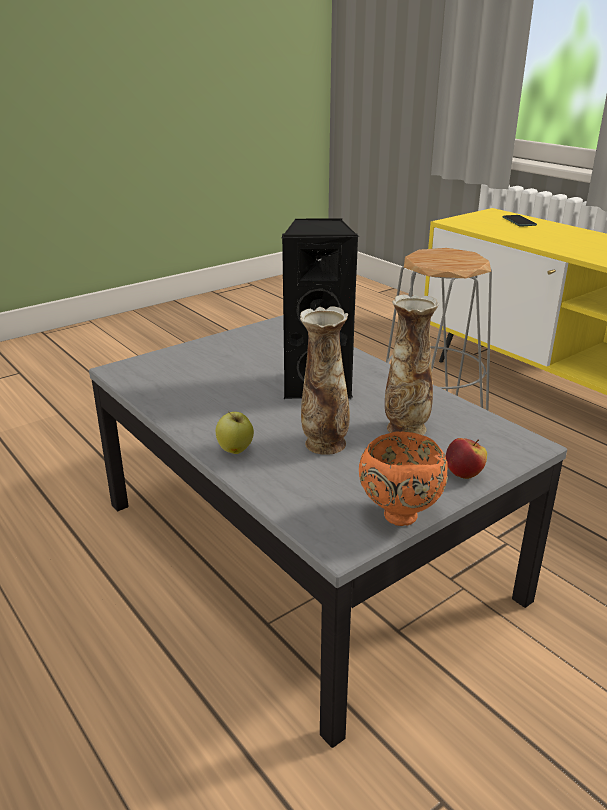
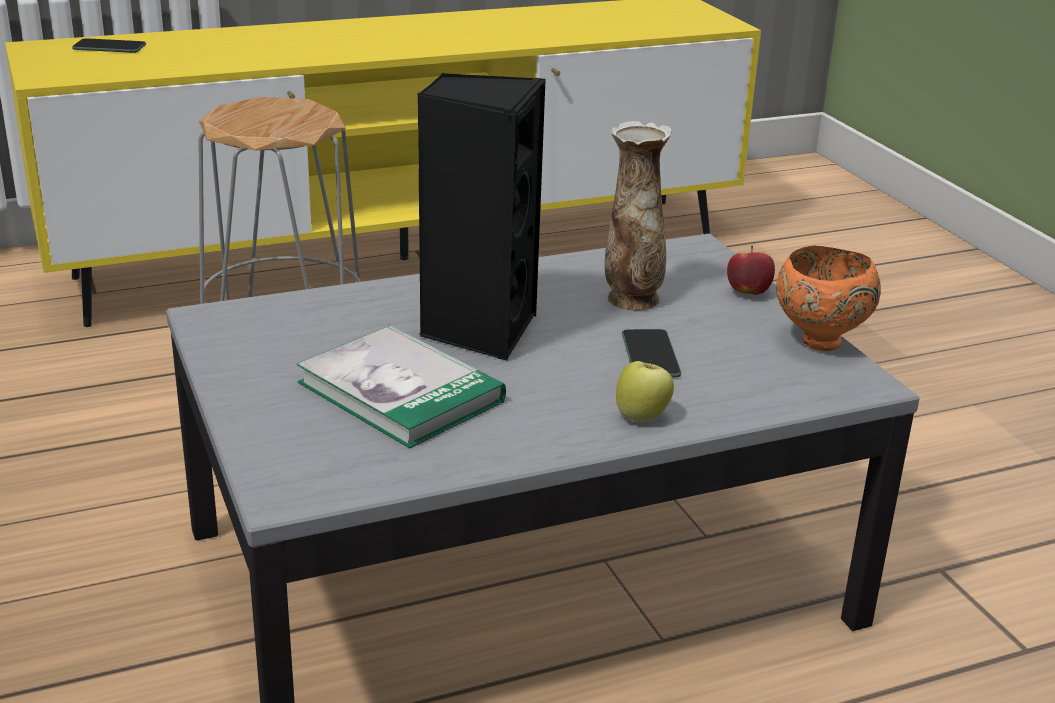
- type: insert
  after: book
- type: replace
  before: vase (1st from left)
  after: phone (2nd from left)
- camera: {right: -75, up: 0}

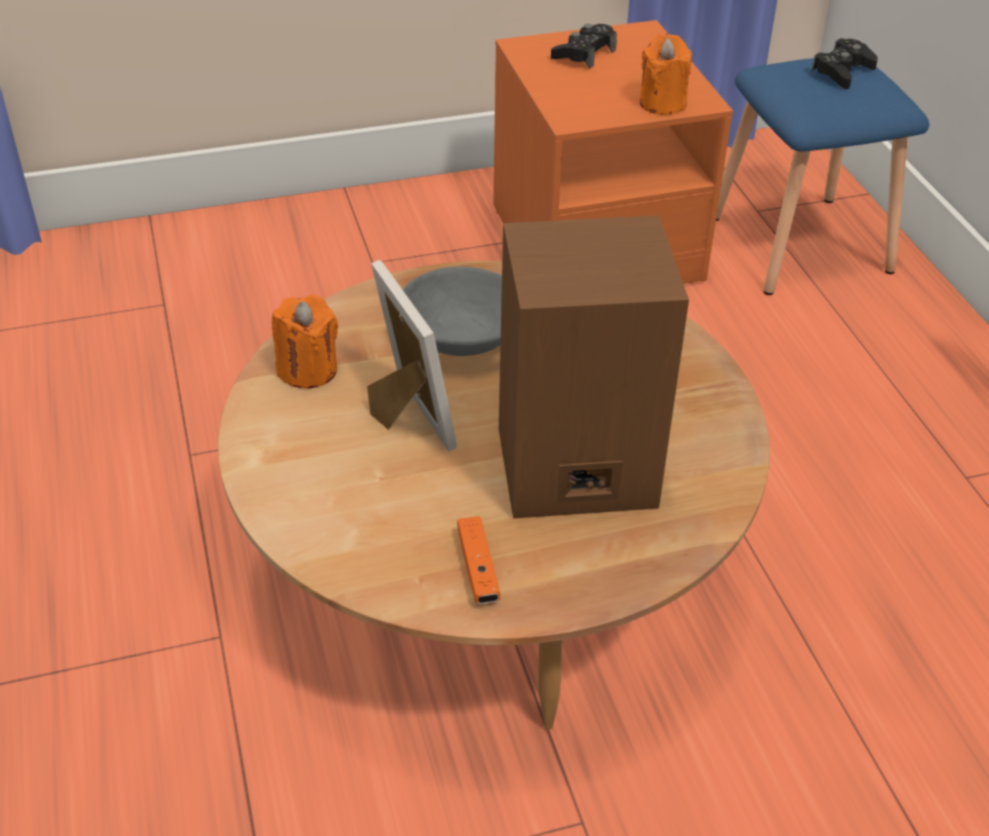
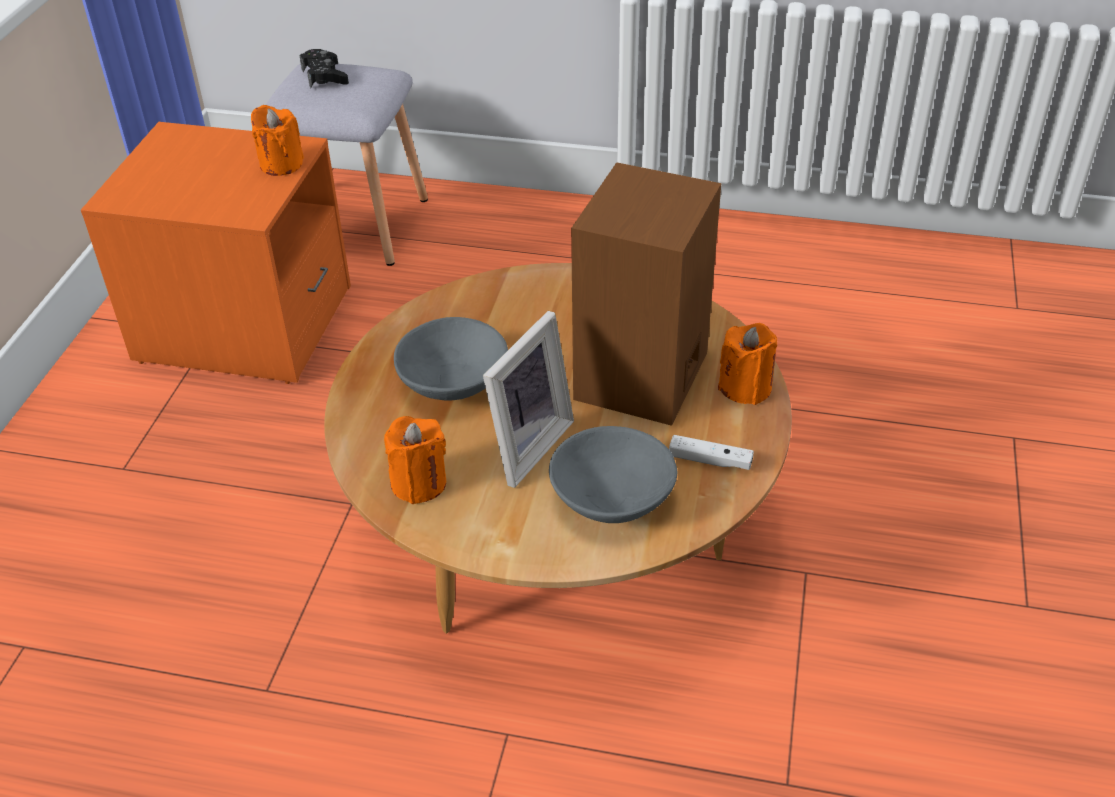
- type: recolor
  before: blue stool
  after: grey stool
- type: rotate
  before: picture frame
  turn: 120
- type: insert
  after: grey bowl (2nd from left)
- type: recolor
  before: orange game controller
  after: white game controller
- type: insert
  after: orange candle (3rd from left)
- type: delete
  before: black game controller (1st from left)
- camera: {right: -60, up: 0}

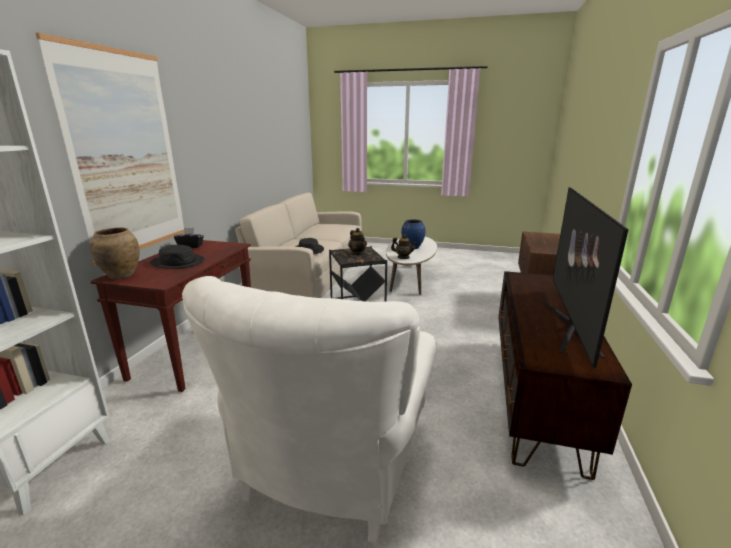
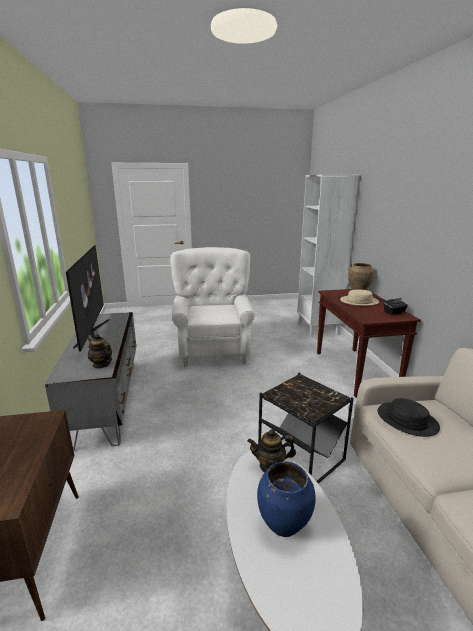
- type: recolor
  before: brown tv stand
  after: grey tv stand
- type: move
  before: teapot (1st from left)
- type: recolor
  before: black hat (1st from left)
  after: beige hat
- type: delete
  before: picture
- camera: {right: 155, up: 0}

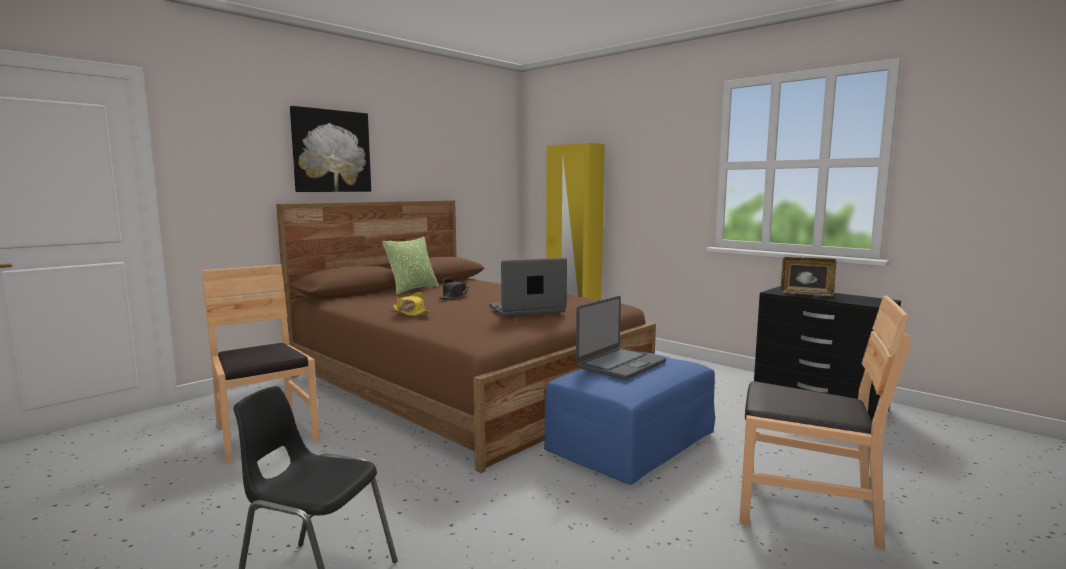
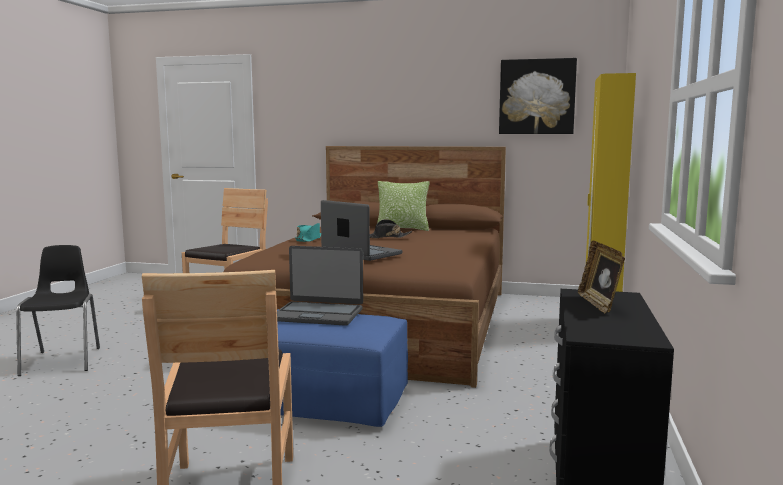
- type: recolor
  before: yellow hat
  after: turquoise hat
- type: move
  before: picture
- camera: {right: 60, up: 0}

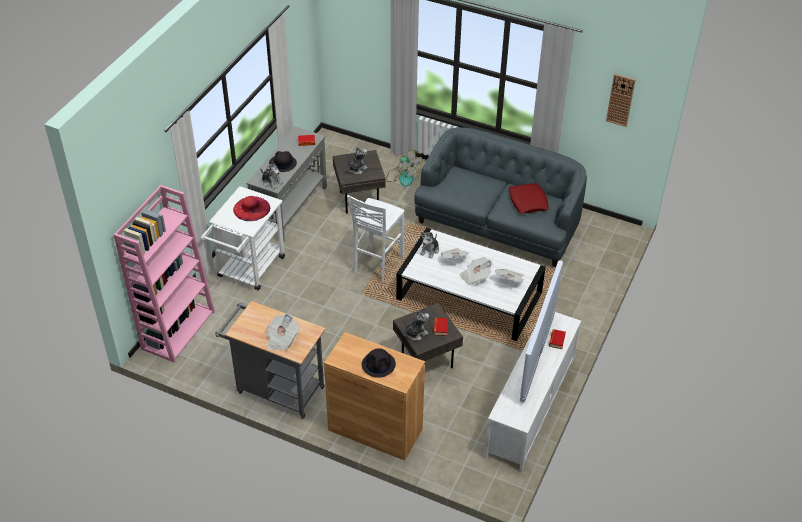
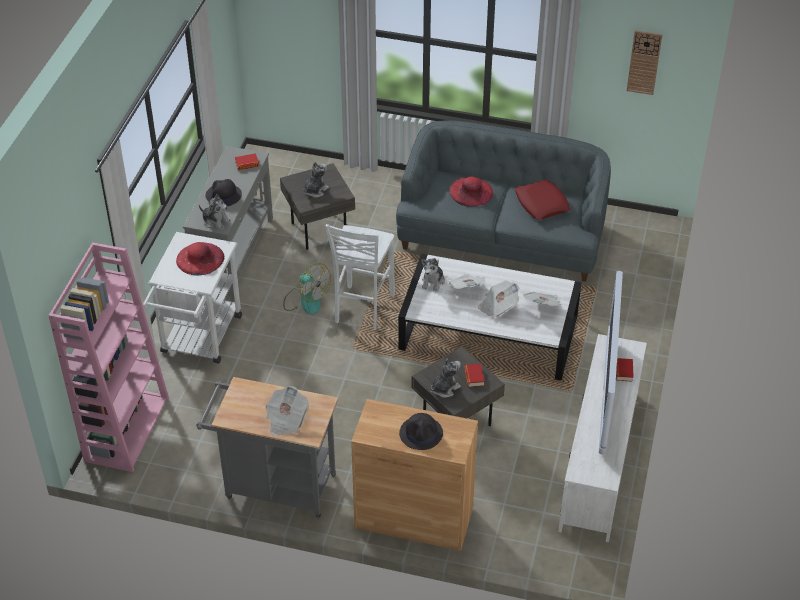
- type: move
  before: fan
- type: insert
  after: red hat (2nd from left)
- camera: {right: -10, up: 0}

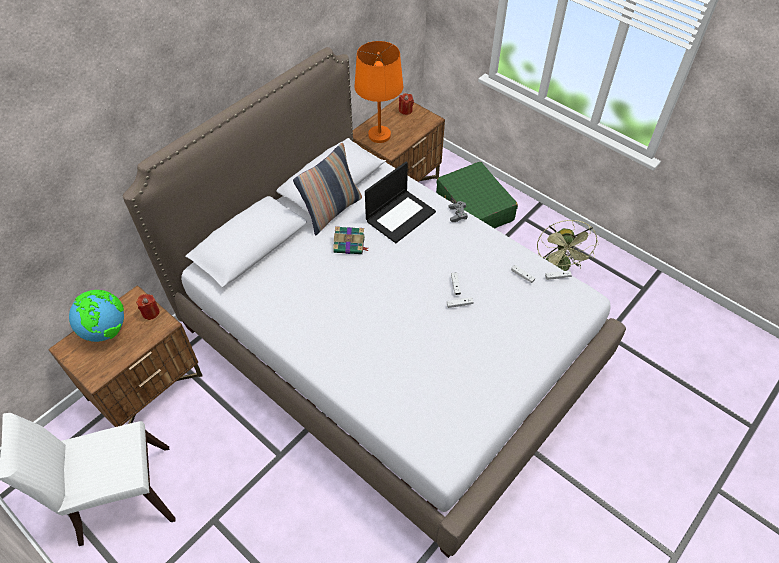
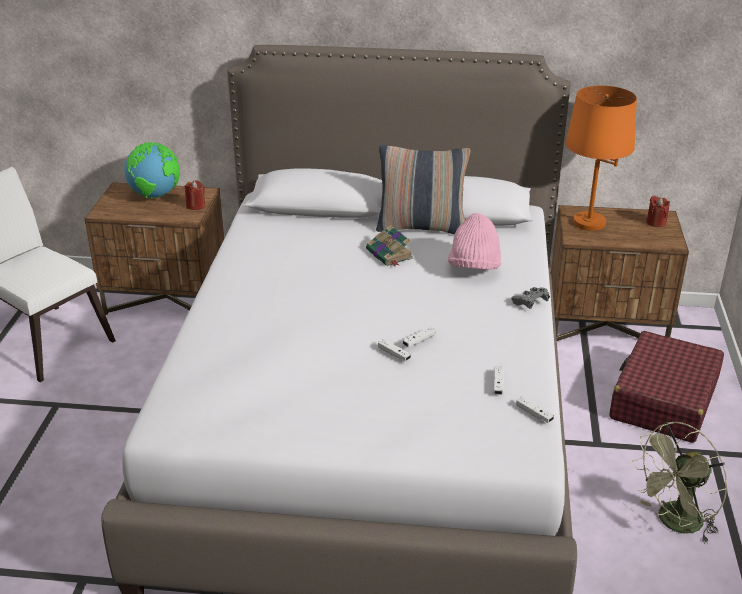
- type: replace
  before: laptop
  after: pink hat
- type: recolor
  before: green suitcase
  after: red suitcase
- camera: {right: 55, up: -20}

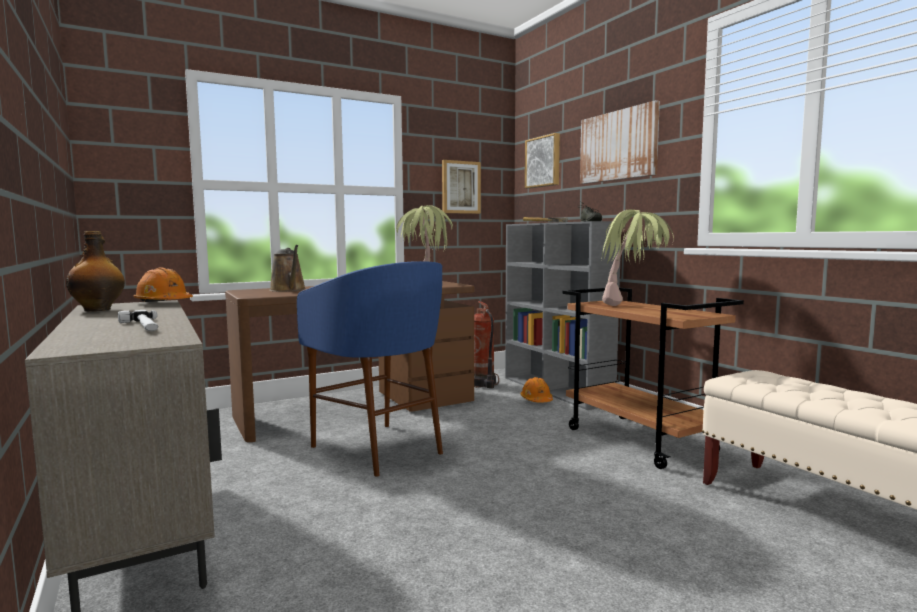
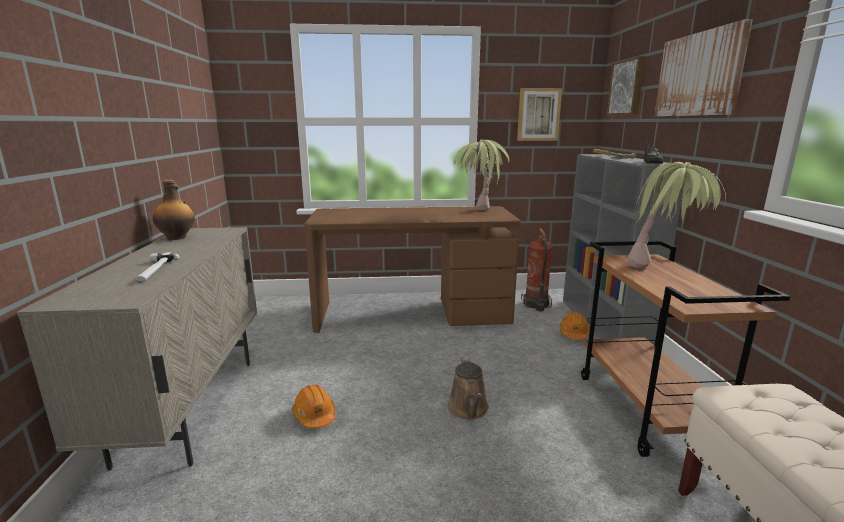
- type: move
  before: orange hard hat (1st from left)
- type: move
  before: brown watering can
- type: delete
  before: blue stool
- camera: {right: 25, up: 10}

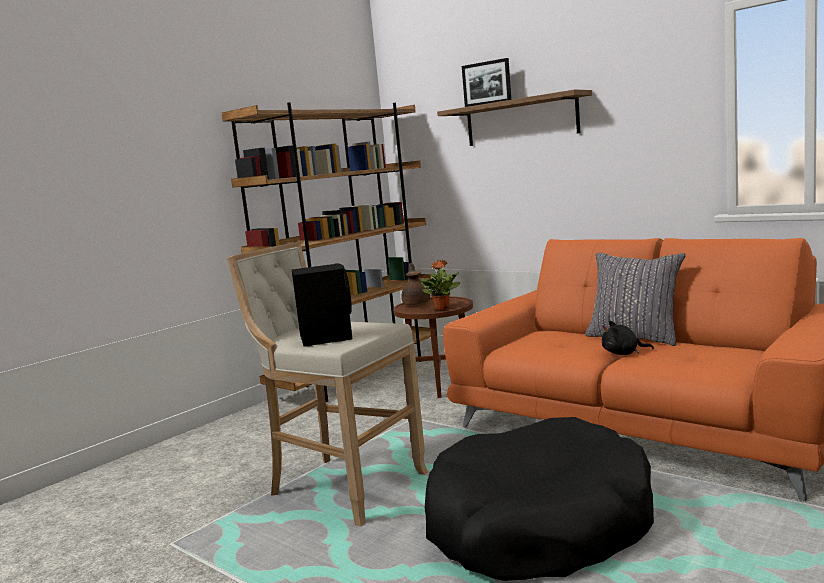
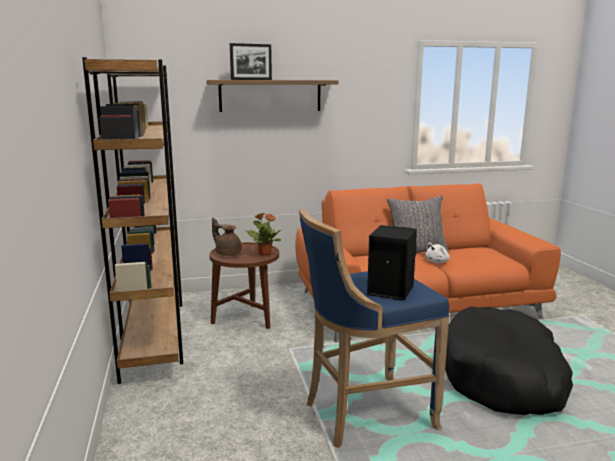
- type: recolor
  before: beige stool
  after: blue stool
- type: recolor
  before: black plush toy
  after: white plush toy
- camera: {right: -55, up: 5}

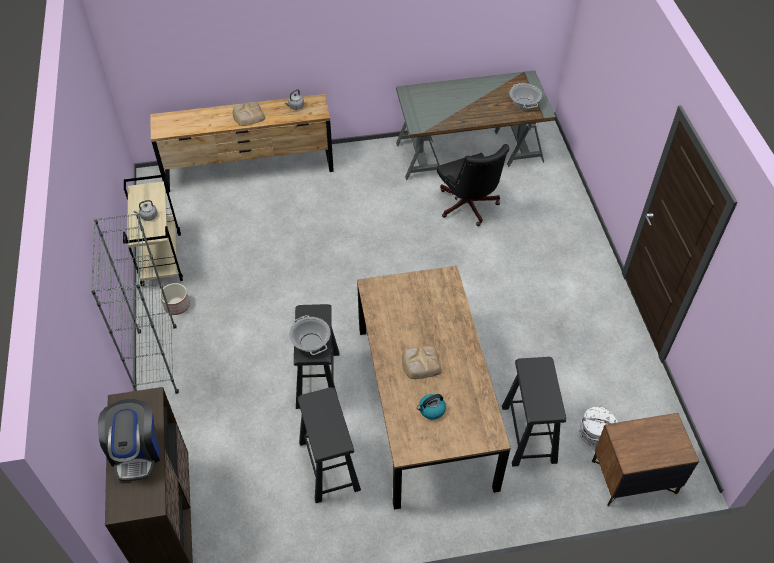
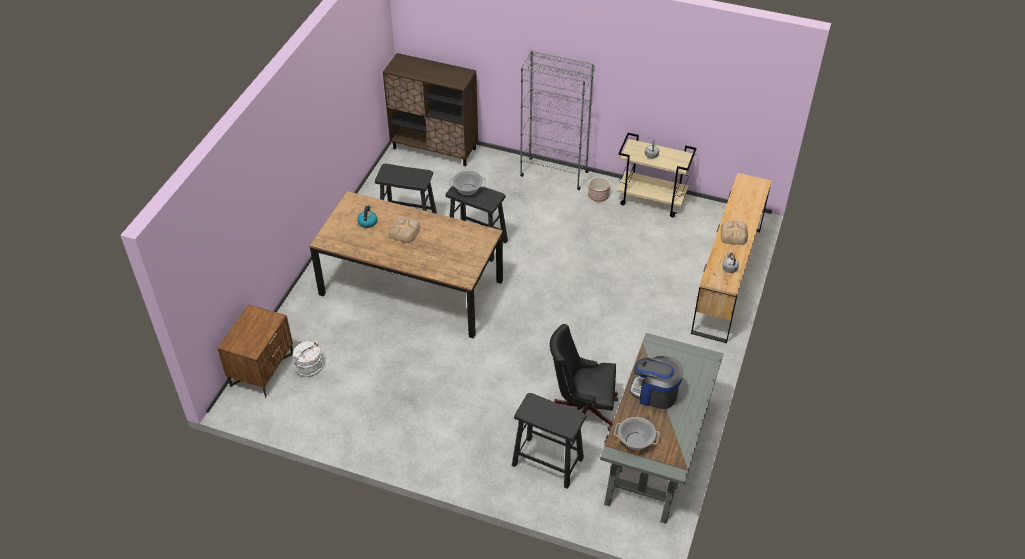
- type: move
  before: black stool (3rd from left)
- type: move
  before: coffee machine
- camera: {right: 120, up: -5}

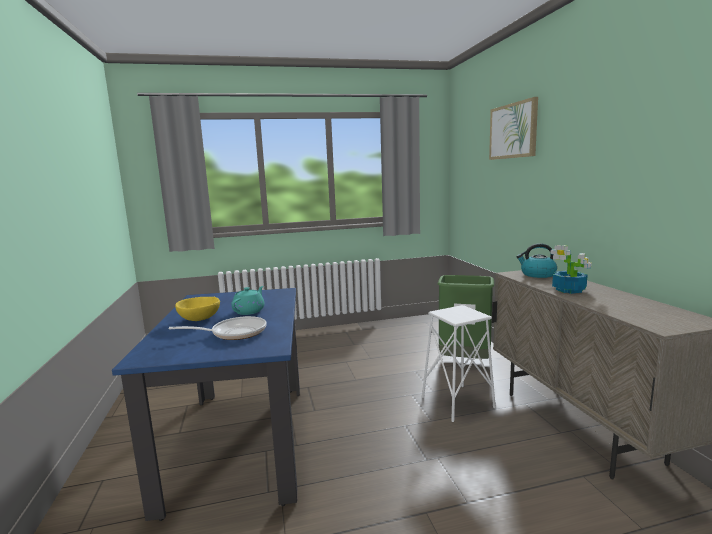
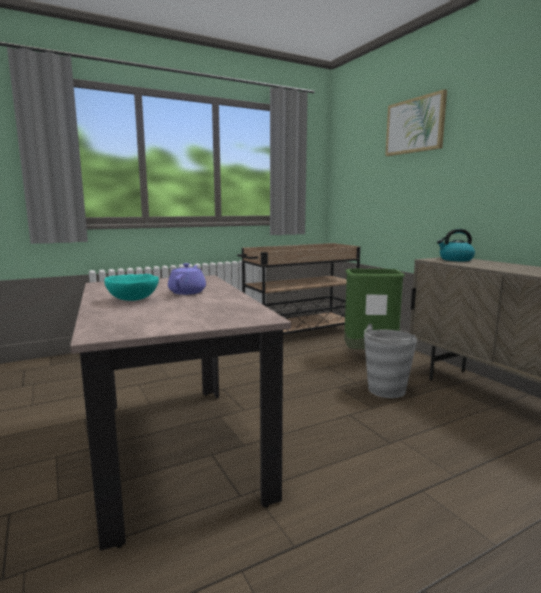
- type: recolor
  before: blue dining table
  after: beige dining table
- type: recolor
  before: yellow bowl
  after: turquoise bowl
- type: recolor
  before: turquoise teapot
  after: purple teapot
- type: insert
  after: beige cart
- type: replace
  before: white stool
  after: grey bucket
- type: delete
  before: frying pan
- type: delete
  before: potted plant
- camera: {right: -15, up: 0}

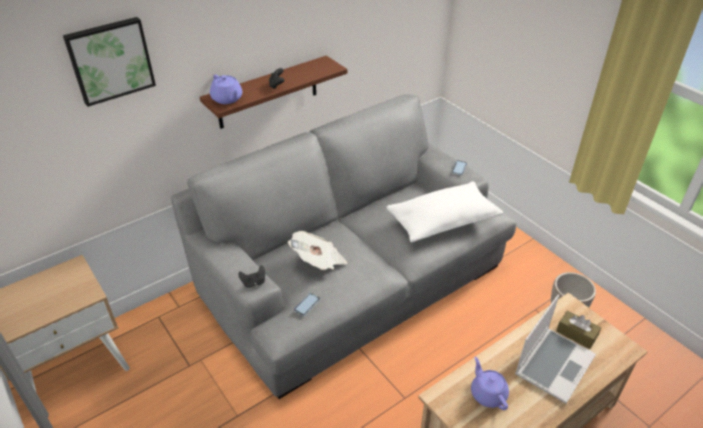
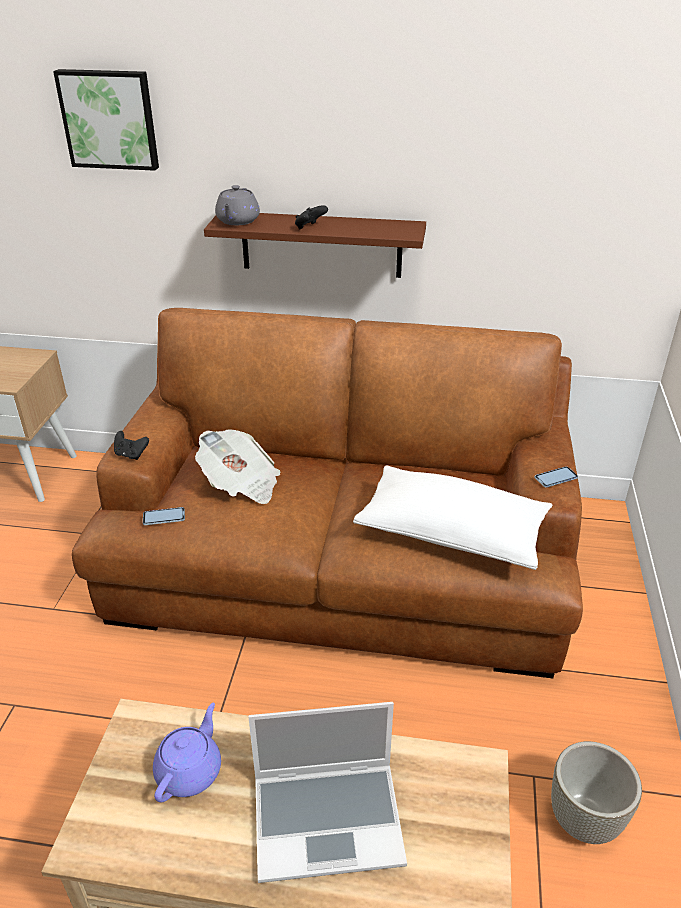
- type: recolor
  before: grey sofa
  after: brown sofa
- type: recolor
  before: purple teapot (1st from left)
  after: grey teapot
- type: delete
  before: brown tissue box
- camera: {right: 45, up: -5}

